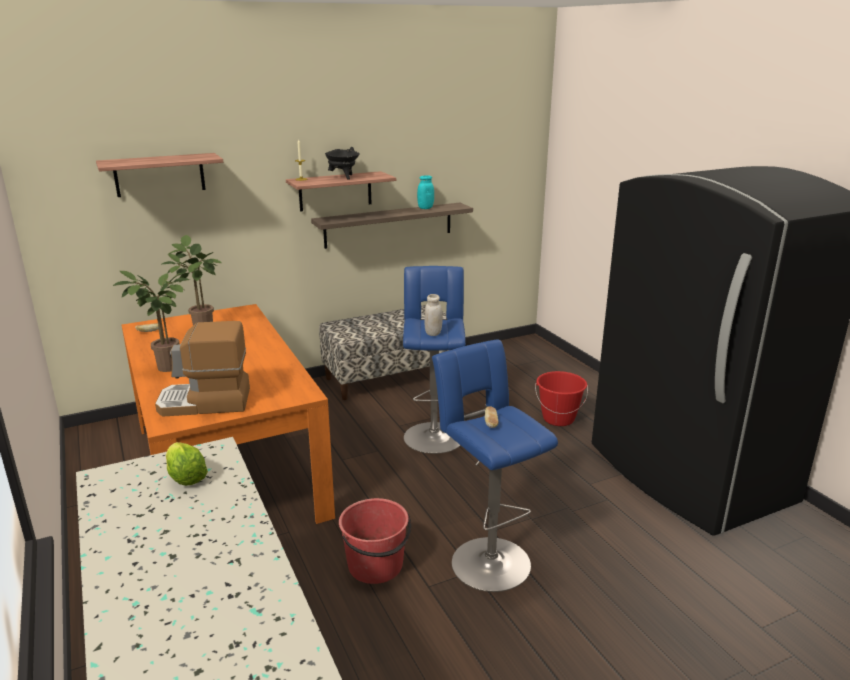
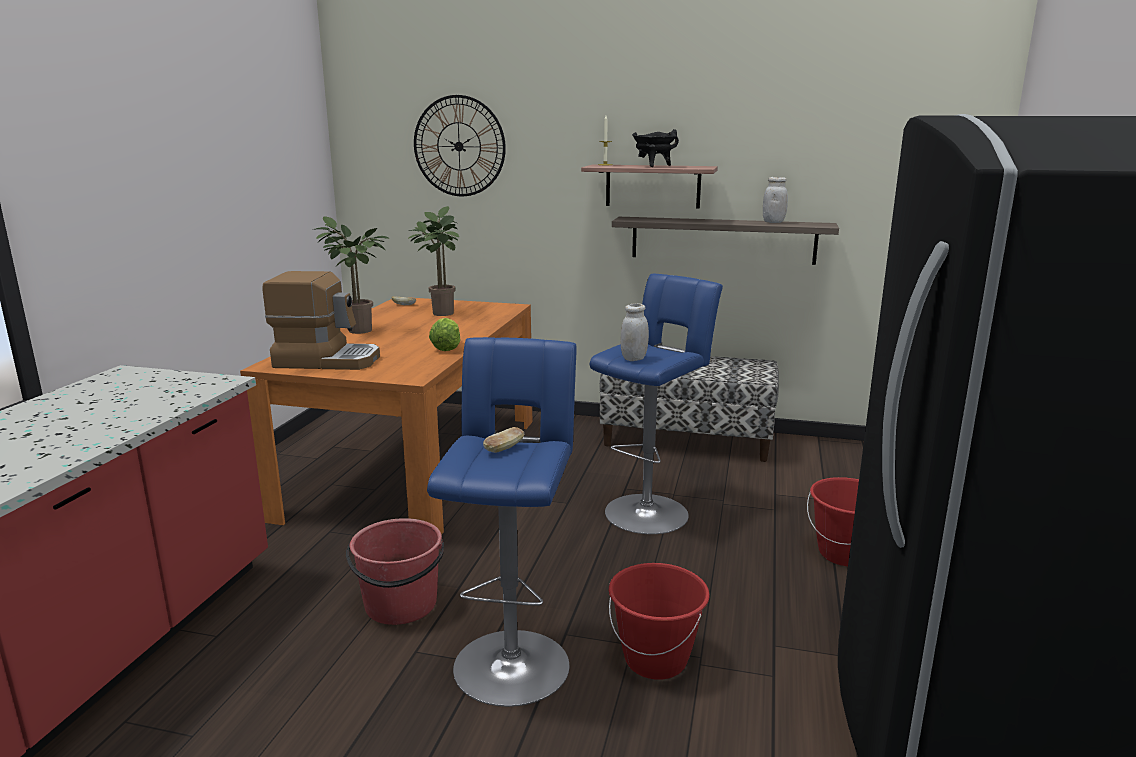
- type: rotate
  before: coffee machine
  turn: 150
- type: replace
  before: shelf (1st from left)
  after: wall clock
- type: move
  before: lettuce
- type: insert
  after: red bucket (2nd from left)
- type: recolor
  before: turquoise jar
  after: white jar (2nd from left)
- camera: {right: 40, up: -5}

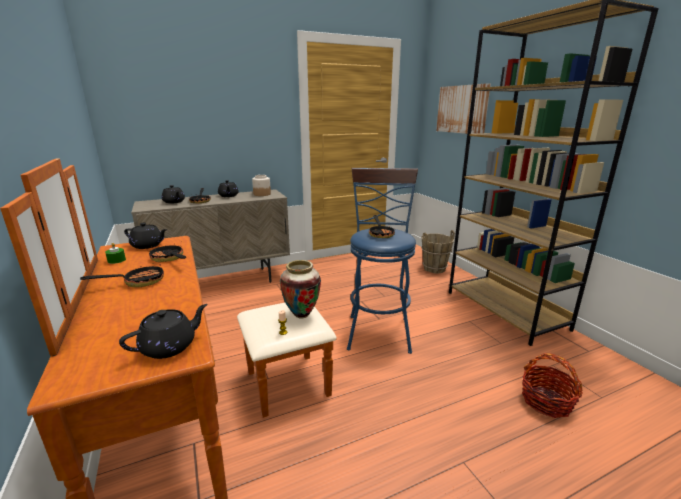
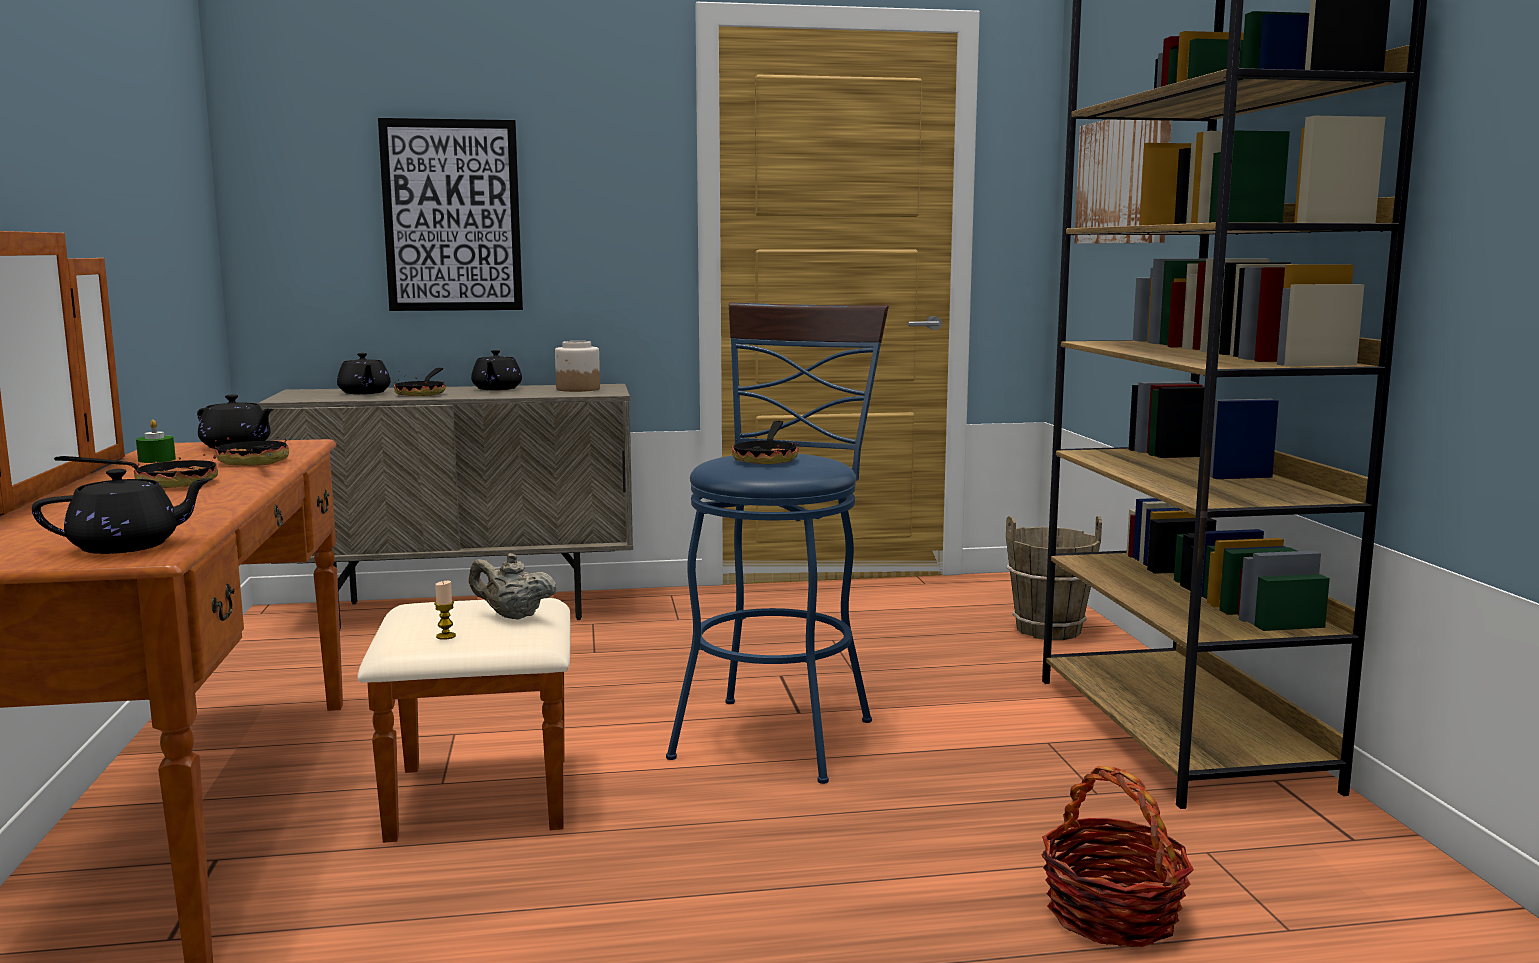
- type: insert
  after: picture (1st from left)
- type: replace
  before: vase
  after: beige teapot
- camera: {right: 15, up: -10}

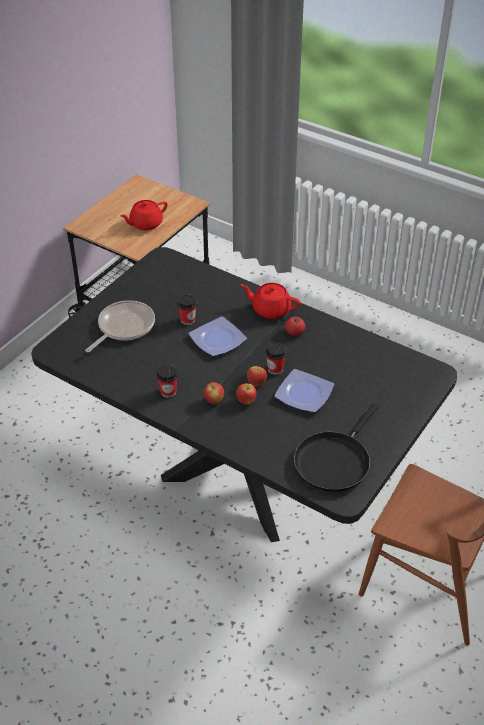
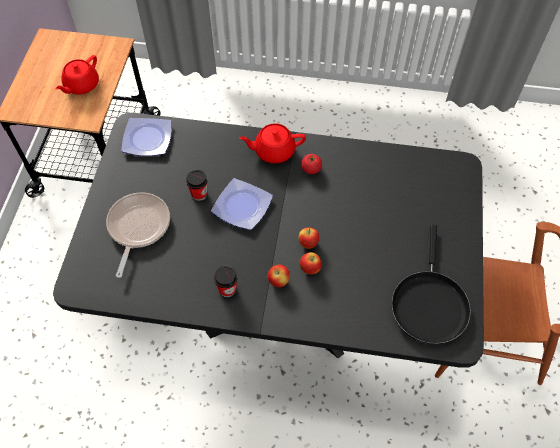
- type: move
  before: plate (2nd from left in the first image)
  after: plate (1st from left)
- type: delete
  before: cup (3rd from left)
- camera: {right: -25, up: 15}

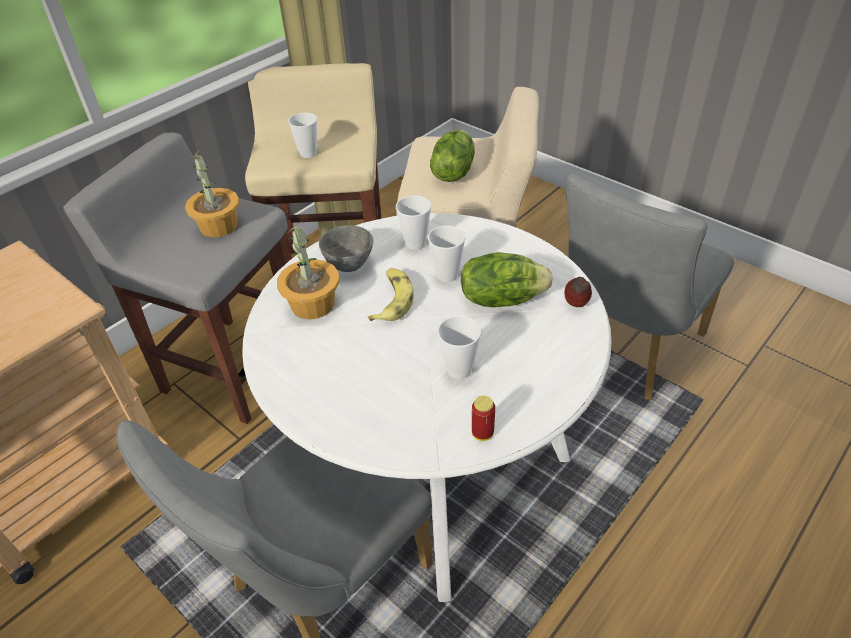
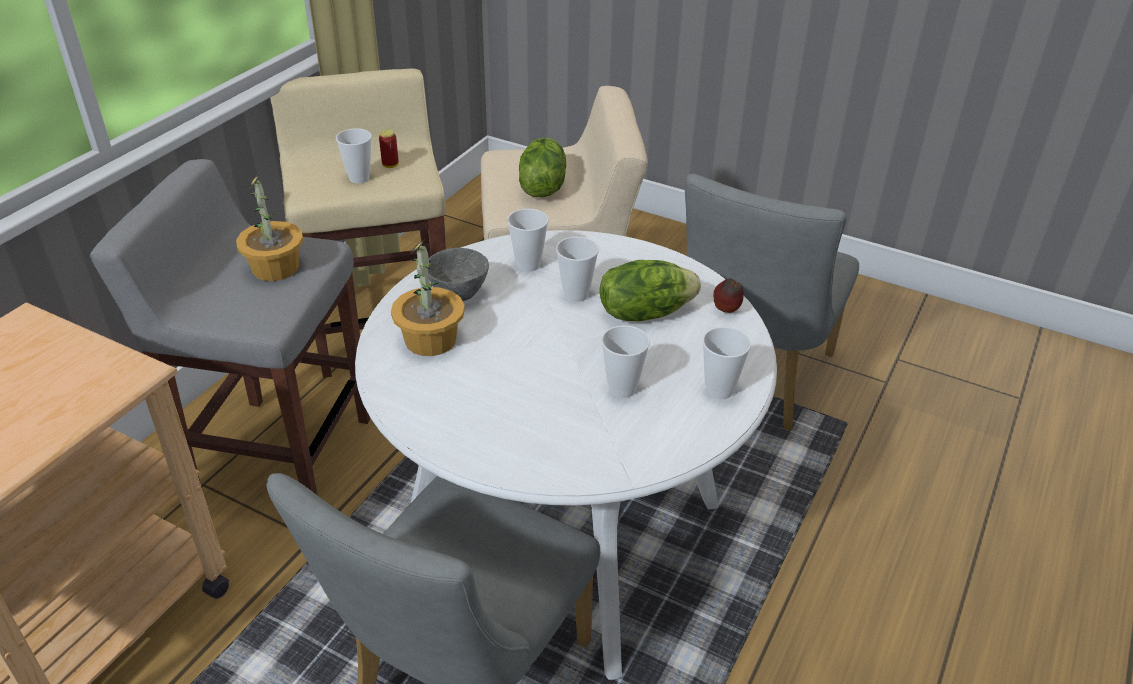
- type: move
  before: can
- type: insert
  after: cup (5th from left)
- type: delete
  before: banana
- camera: {right: -15, up: -5}

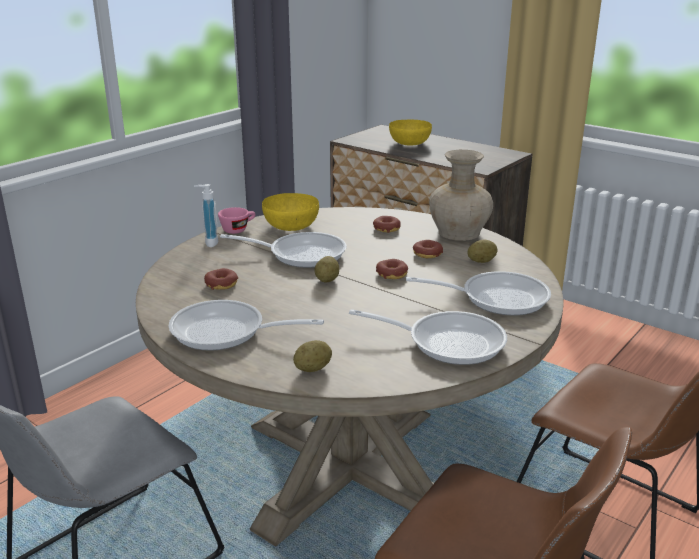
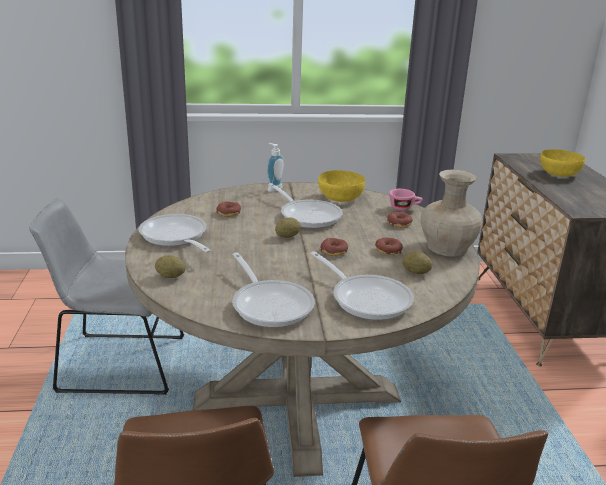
- type: move
  before: pink cup
- camera: {right: 45, up: 0}

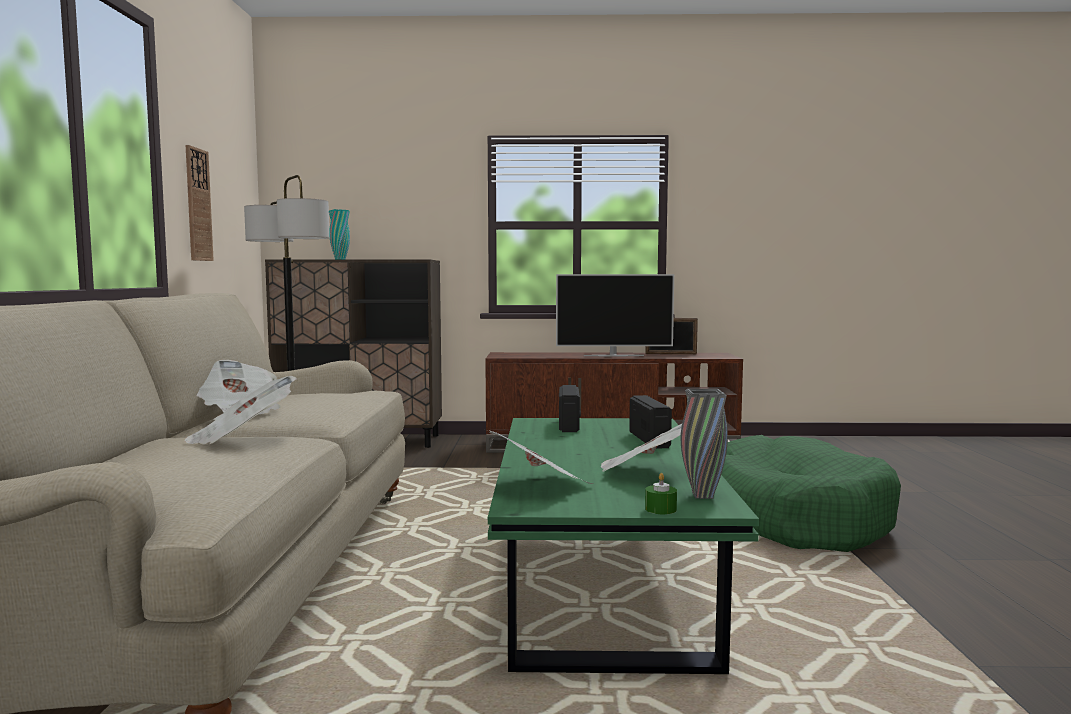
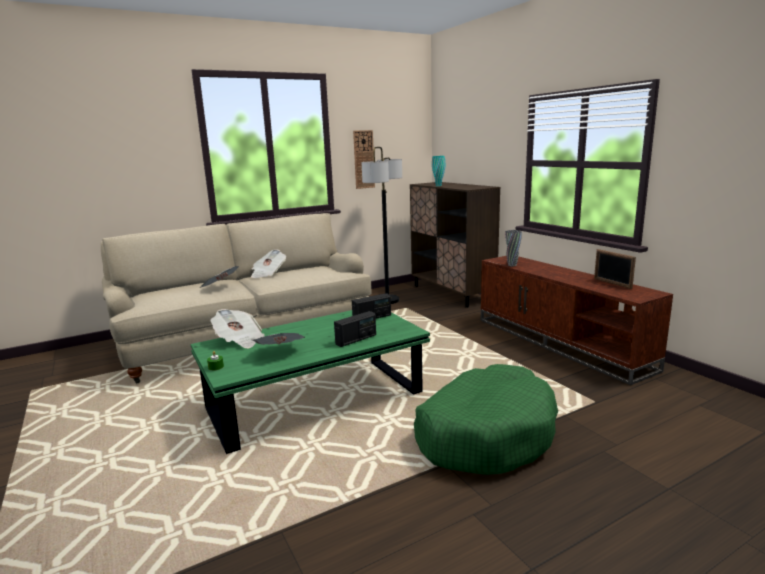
- type: move
  before: grey vase
- type: delete
  before: television
- camera: {right: 60, up: 10}

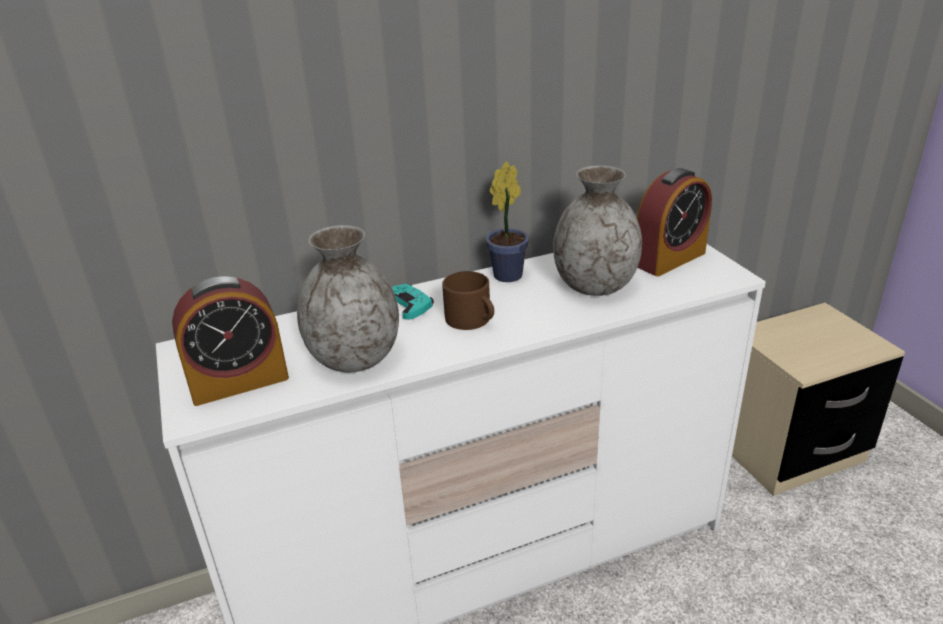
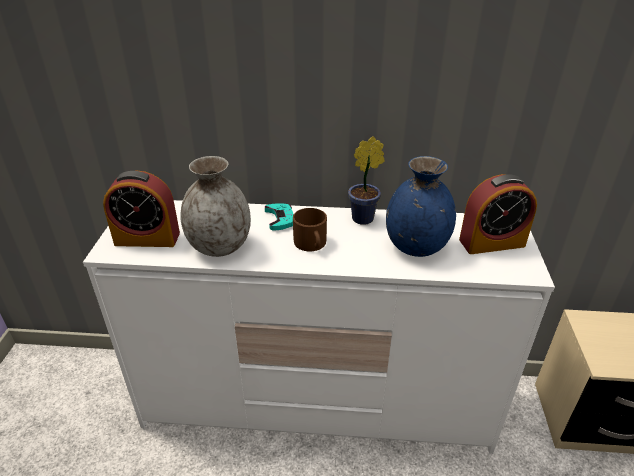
- type: recolor
  before: grey vase (2nd from left)
  after: blue vase
- camera: {right: 25, up: 5}

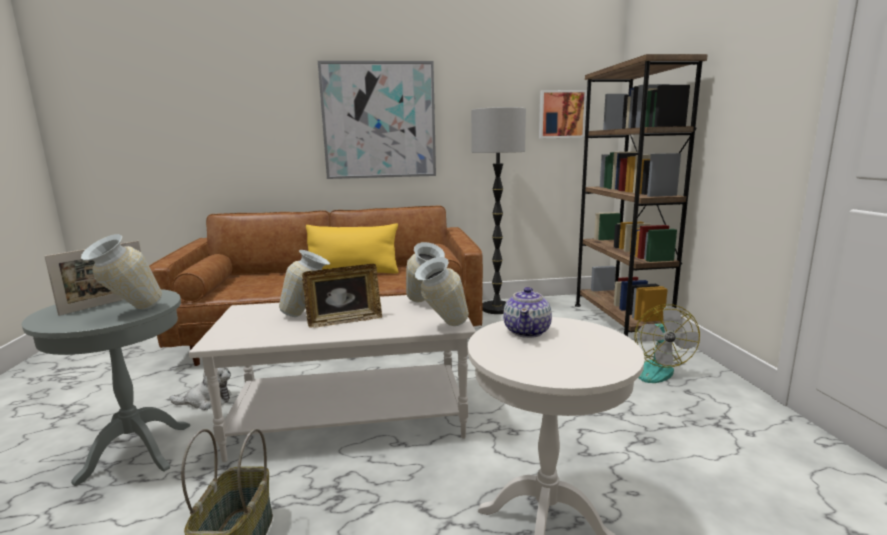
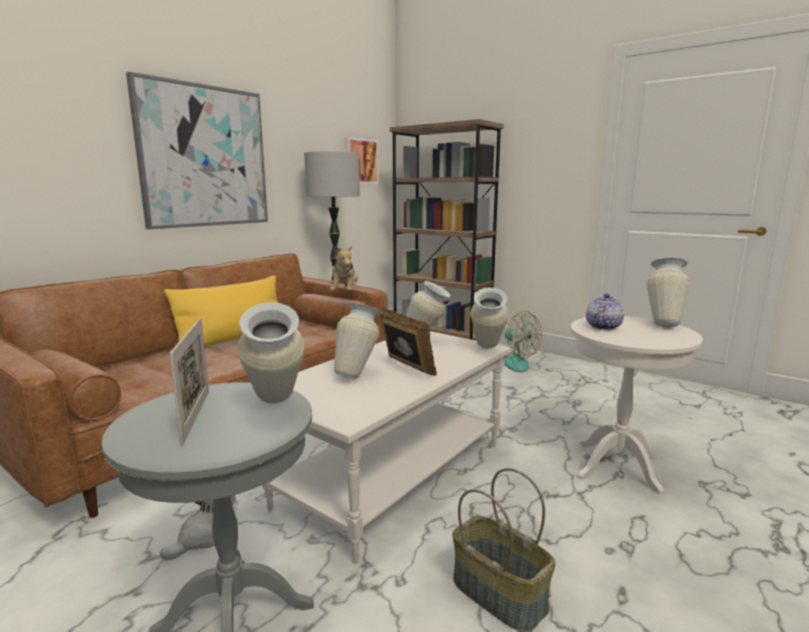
- type: insert
  after: plush toy (2nd from left)
- type: rotate
  before: picture frame (2nd from left)
  turn: -60
- type: rotate
  before: teapot
  turn: -120
- type: insert
  after: vase (5th from left)
- camera: {right: -45, up: 0}

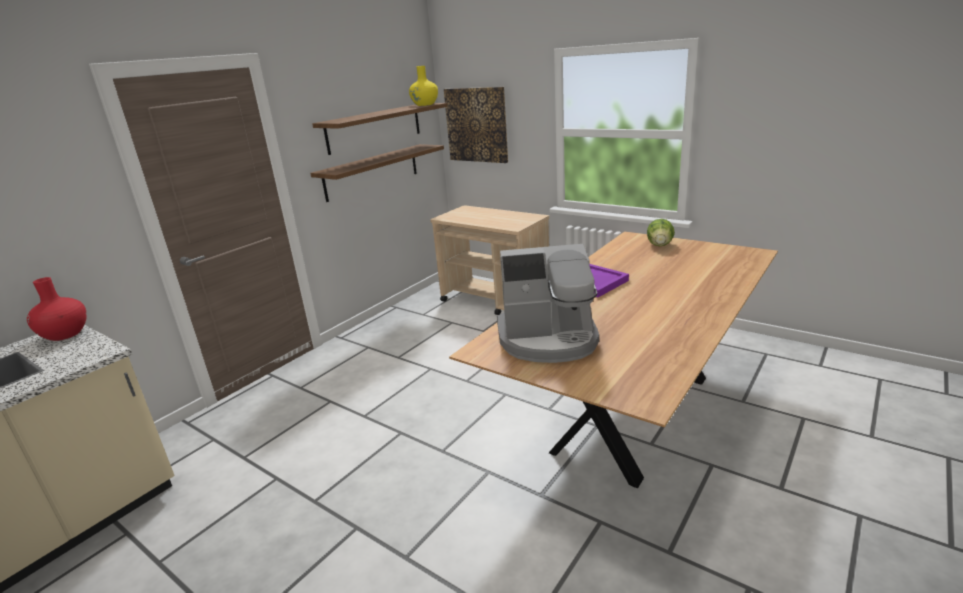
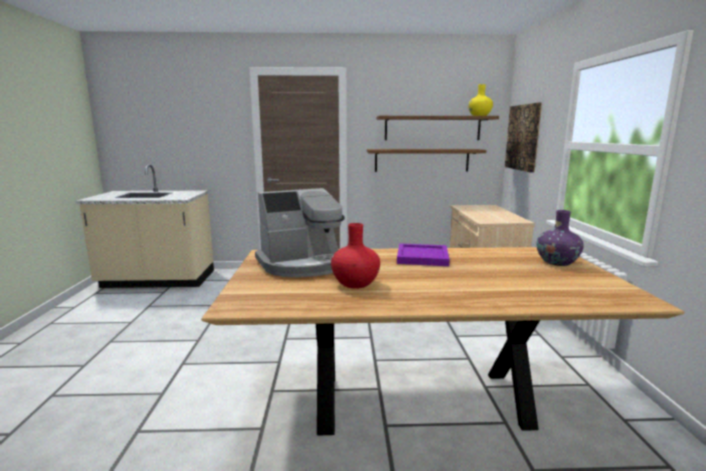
- type: rotate
  before: coffee machine
  turn: -75
- type: move
  before: red vase
- type: replace
  before: lettuce
  after: purple vase
- camera: {right: 50, up: -10}

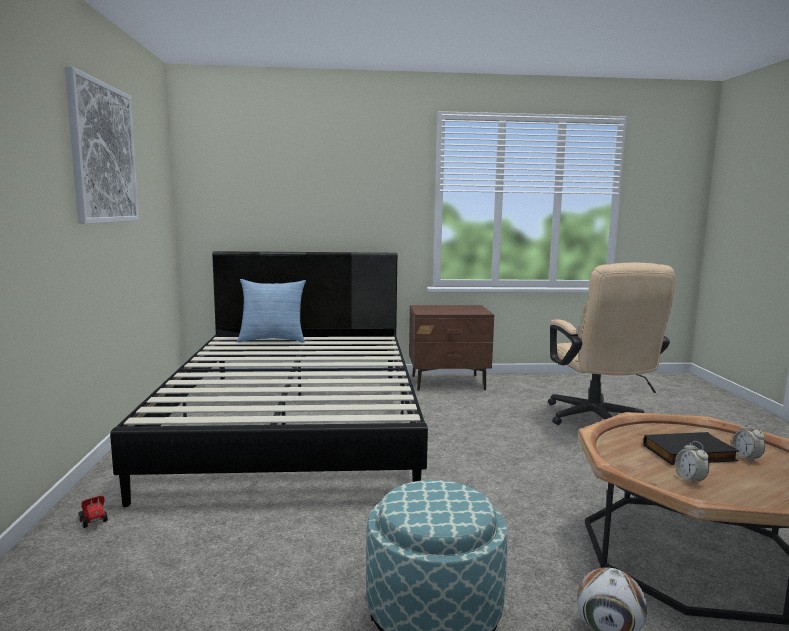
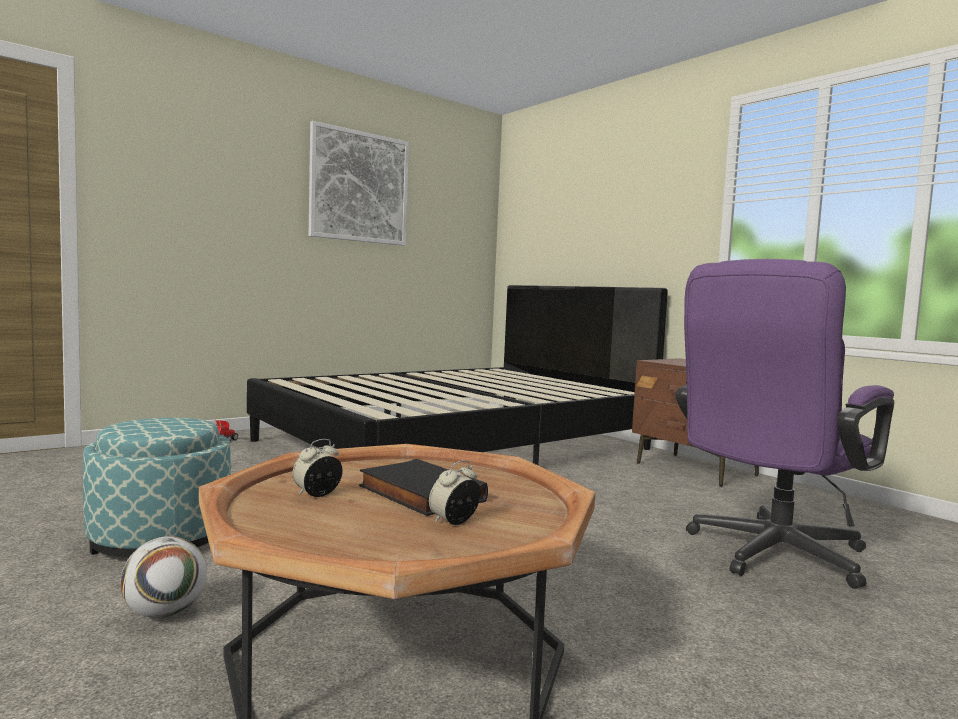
- type: recolor
  before: beige office chair
  after: purple office chair
- type: delete
  before: pillow
- camera: {right: 55, up: -5}

